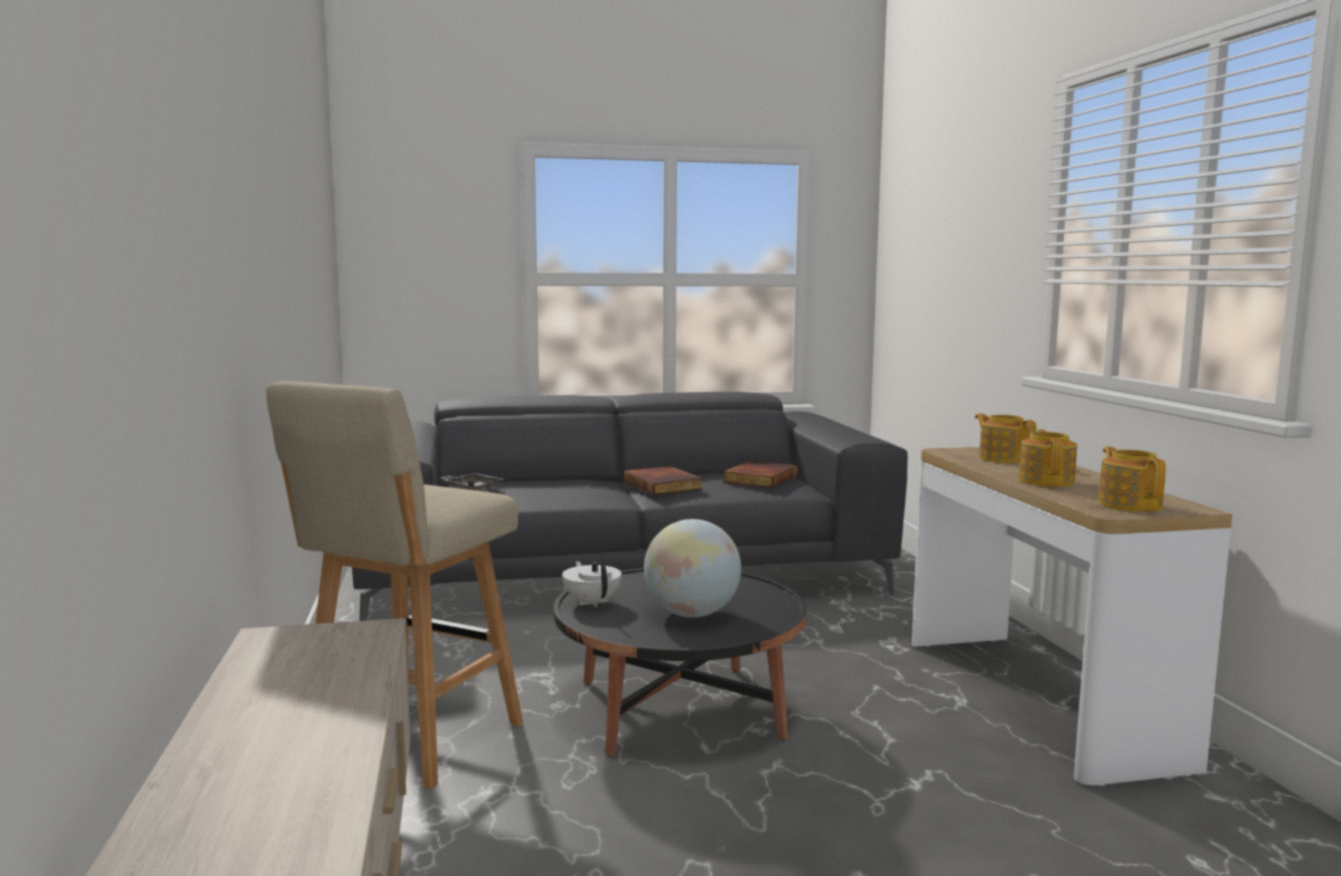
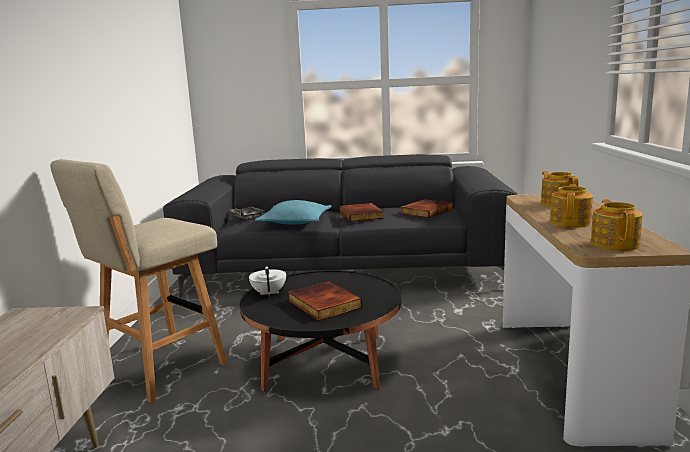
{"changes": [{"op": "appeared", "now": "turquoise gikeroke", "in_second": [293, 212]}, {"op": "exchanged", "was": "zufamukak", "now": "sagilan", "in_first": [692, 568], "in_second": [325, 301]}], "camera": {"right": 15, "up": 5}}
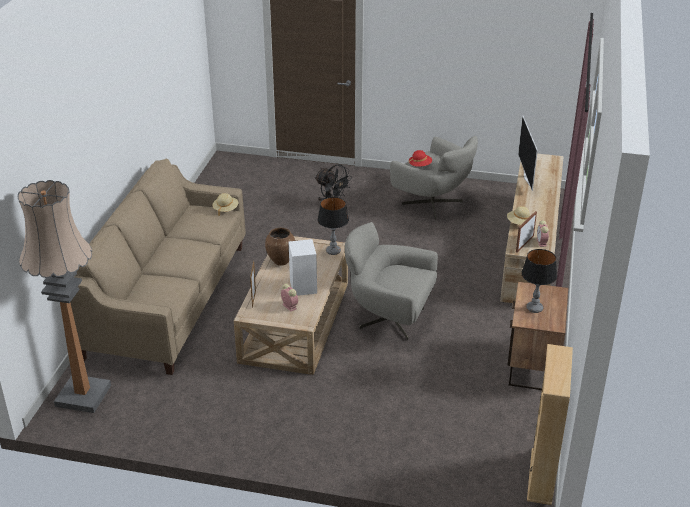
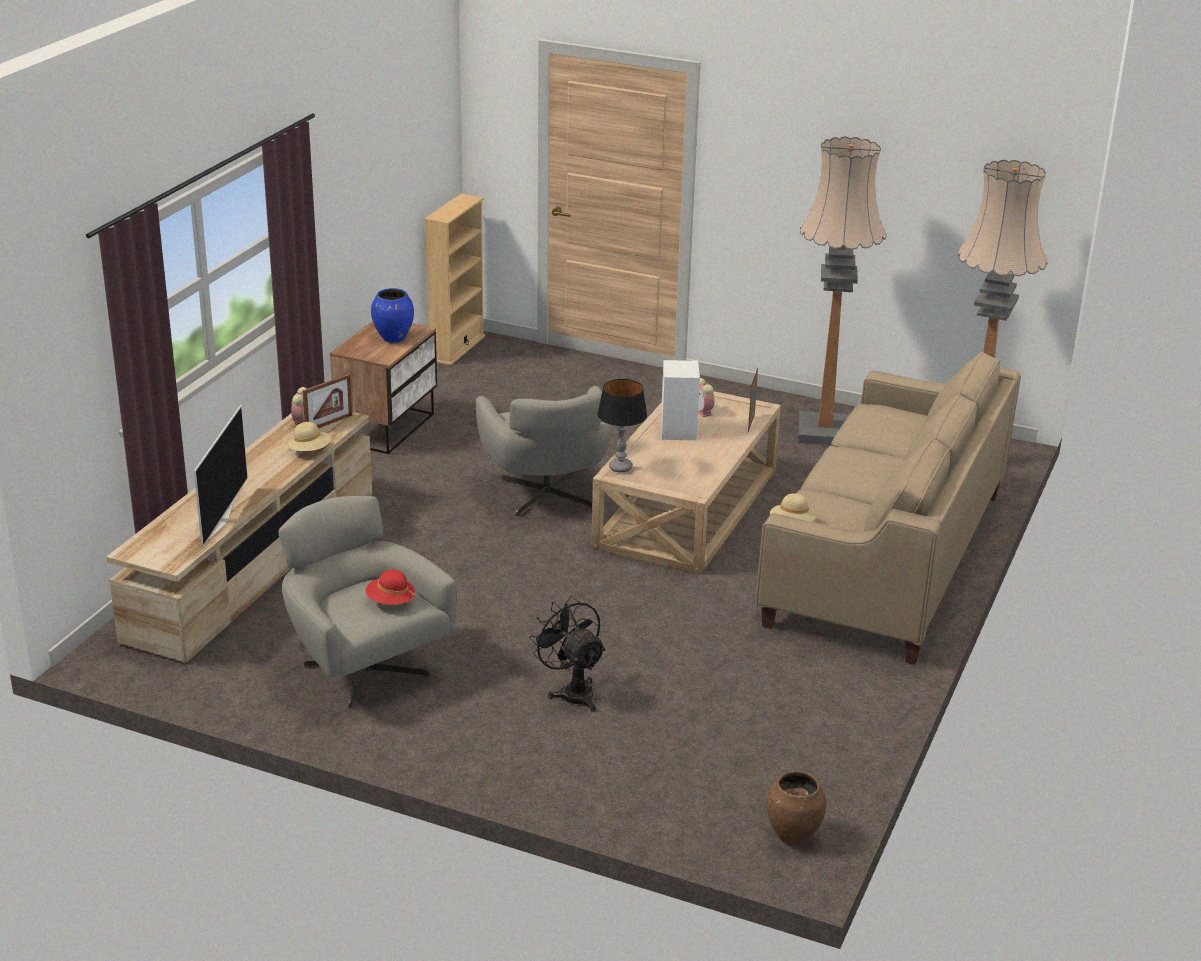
{"changes": [{"op": "appeared", "now": "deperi", "in_second": [842, 290]}, {"op": "relocated", "was": "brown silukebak", "in_first": [280, 247], "in_second": [796, 808]}, {"op": "exchanged", "was": "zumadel", "now": "blue silukebak", "in_first": [539, 281], "in_second": [392, 315]}, {"op": "spun", "was": "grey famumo", "in_first": [391, 281], "in_second": [544, 451], "clockwise": 45}], "camera": {"right": -170, "up": -5}}
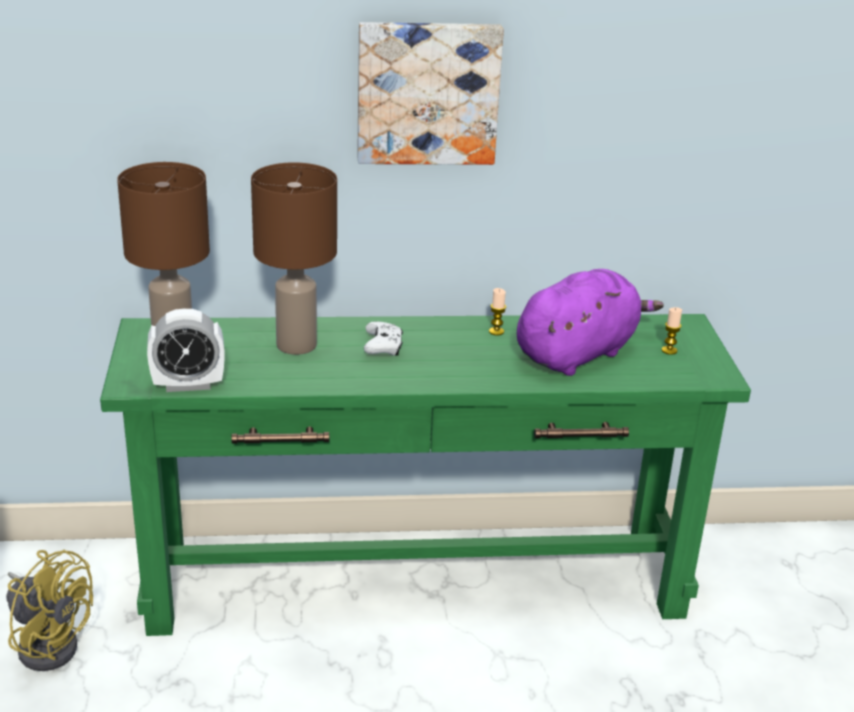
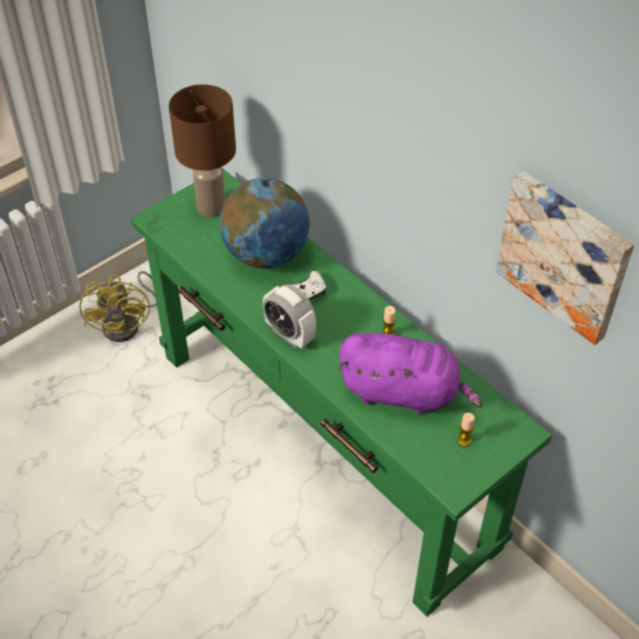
{"changes": [{"op": "relocated", "was": "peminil", "in_first": [185, 350], "in_second": [289, 316]}, {"op": "relocated", "was": "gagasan", "in_first": [430, 93], "in_second": [565, 258]}, {"op": "exchanged", "was": "brown zumadel", "now": "zufamukak", "in_first": [294, 258], "in_second": [265, 223]}], "camera": {"right": 55, "up": 20}}
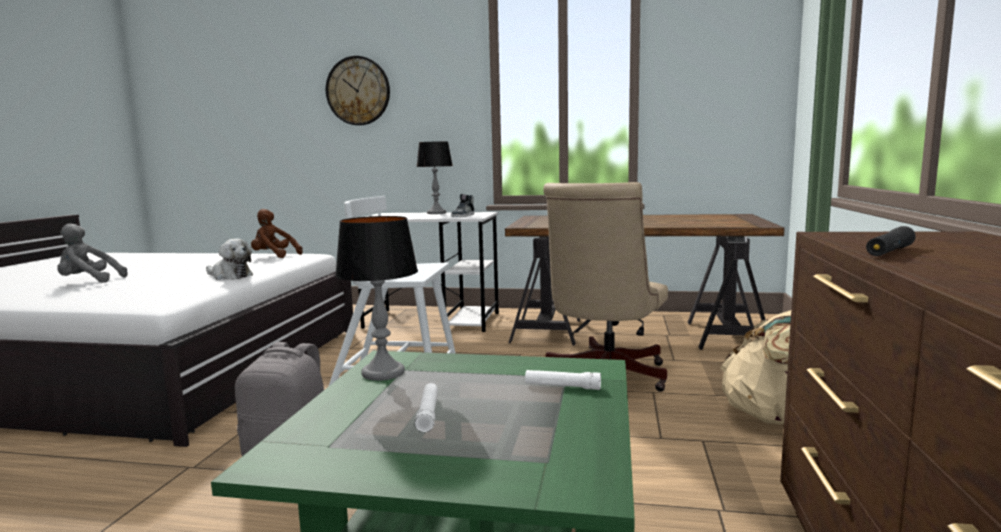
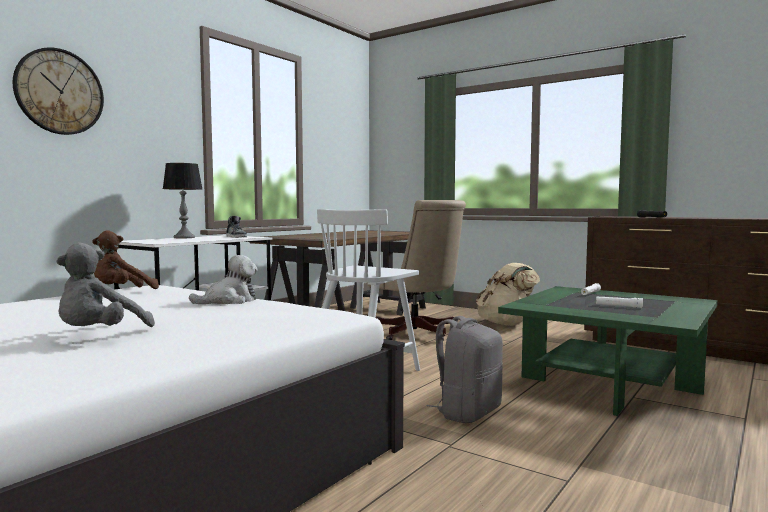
{"changes": [{"op": "missing", "was": "zumadel", "in_first": [376, 298]}], "camera": {"right": -65, "up": -5}}
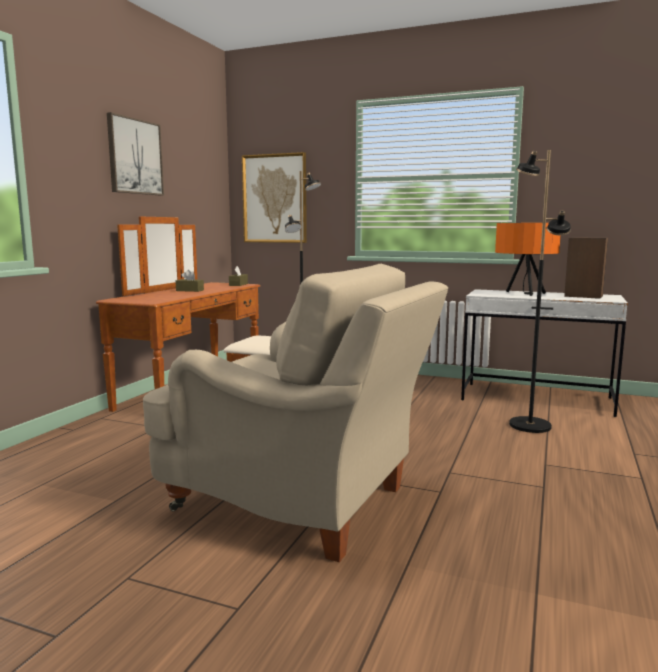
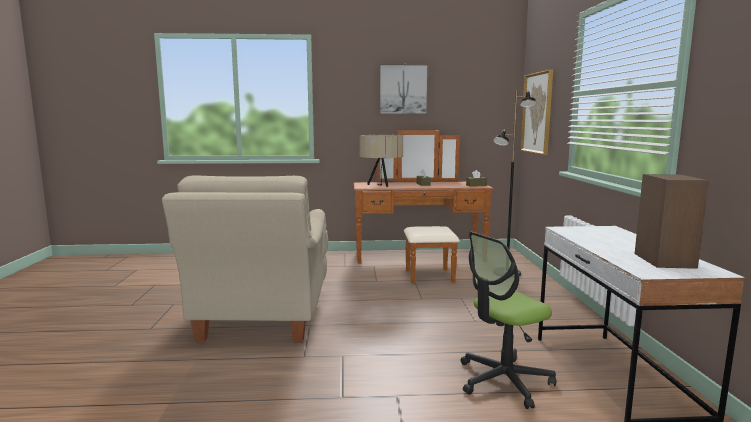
{"changes": [{"op": "missing", "was": "orange zumadel", "in_first": [528, 259]}, {"op": "appeared", "now": "beige zumadel", "in_second": [381, 161]}, {"op": "exchanged", "was": "black deperi", "now": "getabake", "in_first": [540, 291], "in_second": [508, 320]}], "camera": {"right": 65, "up": 0}}
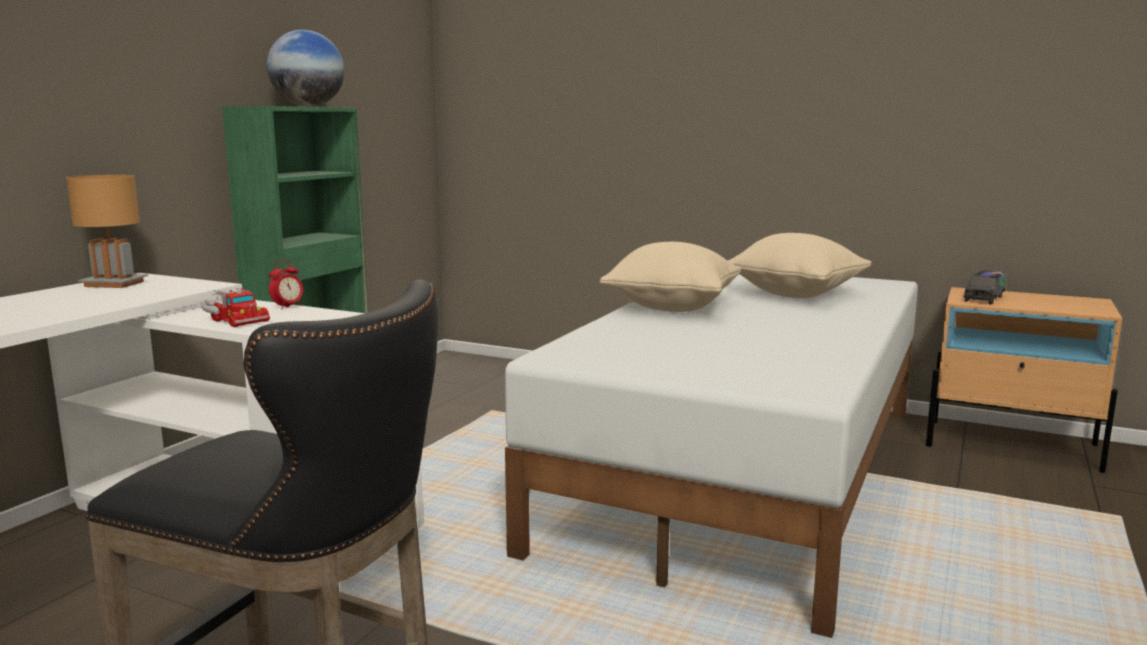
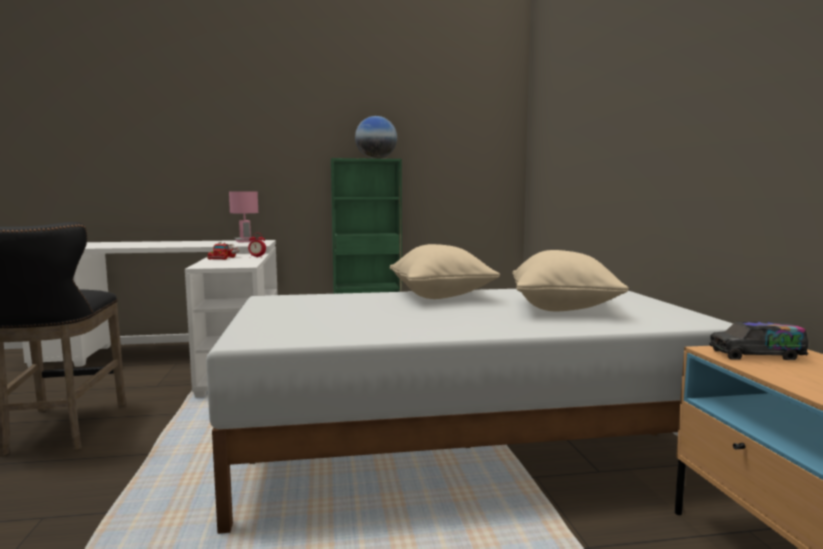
{"changes": [{"op": "colour", "was": "brown zumadel", "now": "pink zumadel", "in_first": [107, 231], "in_second": [243, 217]}], "camera": {"right": 55, "up": -5}}
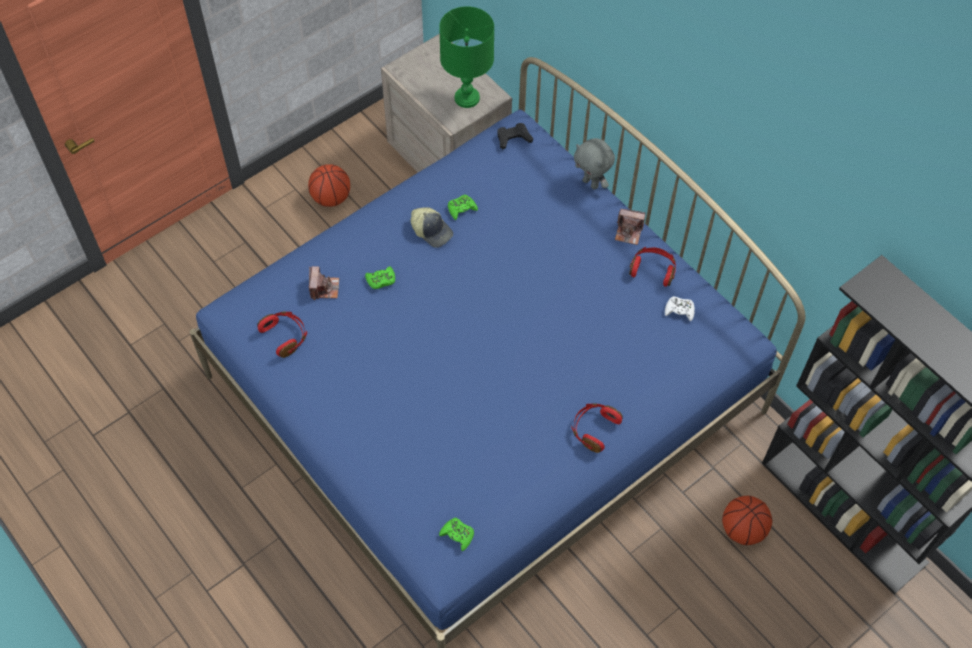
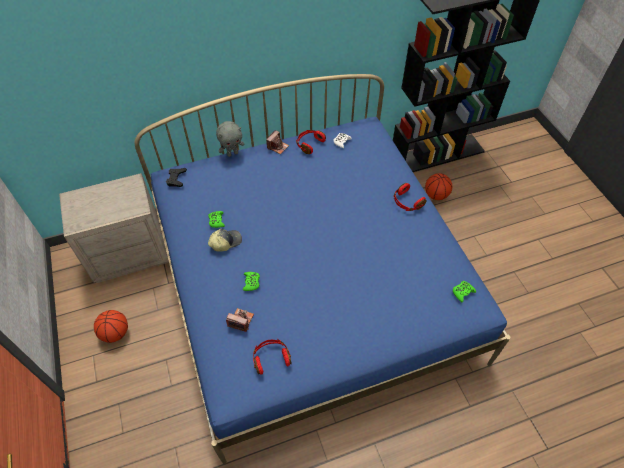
{"changes": [{"op": "missing", "was": "green zumadel", "in_first": [466, 57]}], "camera": {"right": -70, "up": -5}}
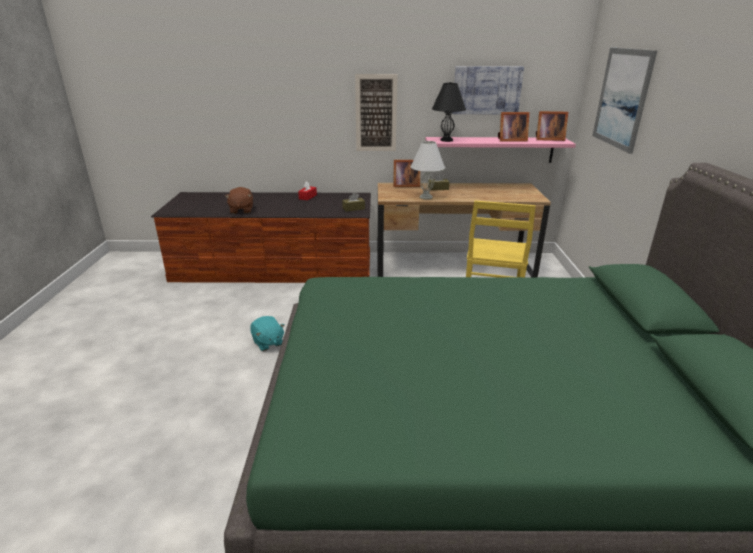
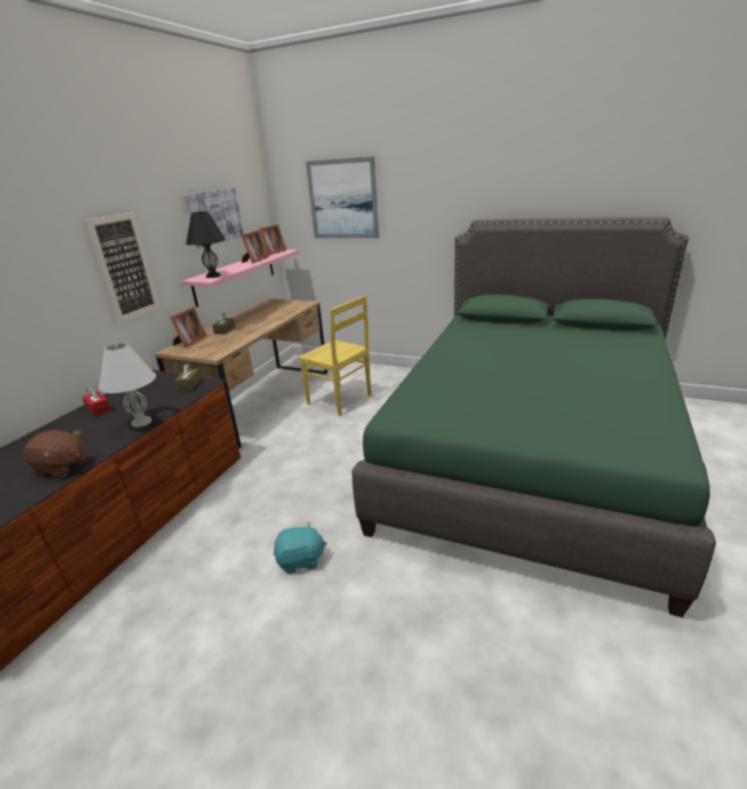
{"changes": [{"op": "relocated", "was": "white zumadel", "in_first": [427, 170], "in_second": [127, 385]}], "camera": {"right": -65, "up": 0}}
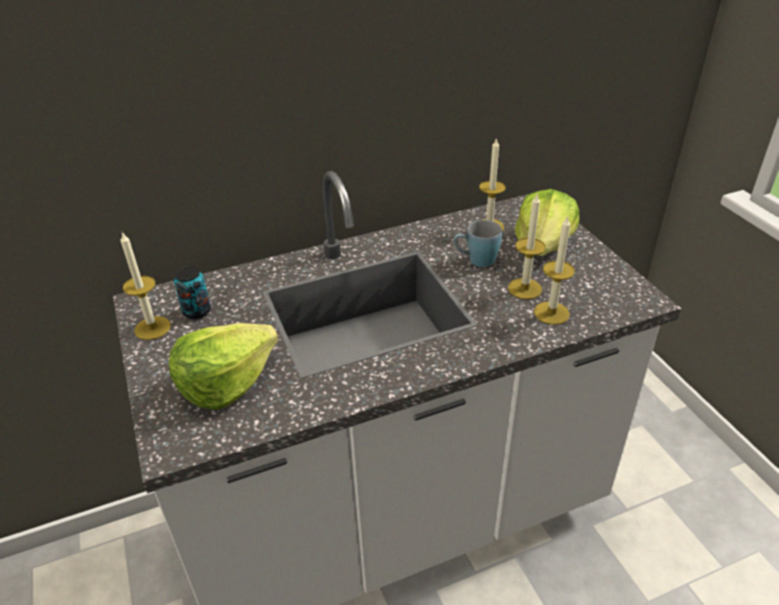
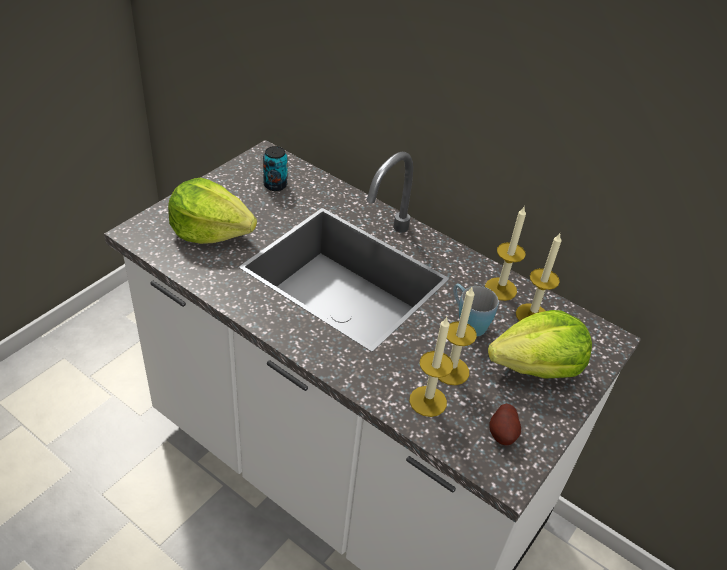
{"changes": [{"op": "appeared", "now": "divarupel", "in_second": [505, 424]}, {"op": "relocated", "was": "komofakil", "in_first": [145, 286], "in_second": [505, 254]}], "camera": {"right": 55, "up": 5}}
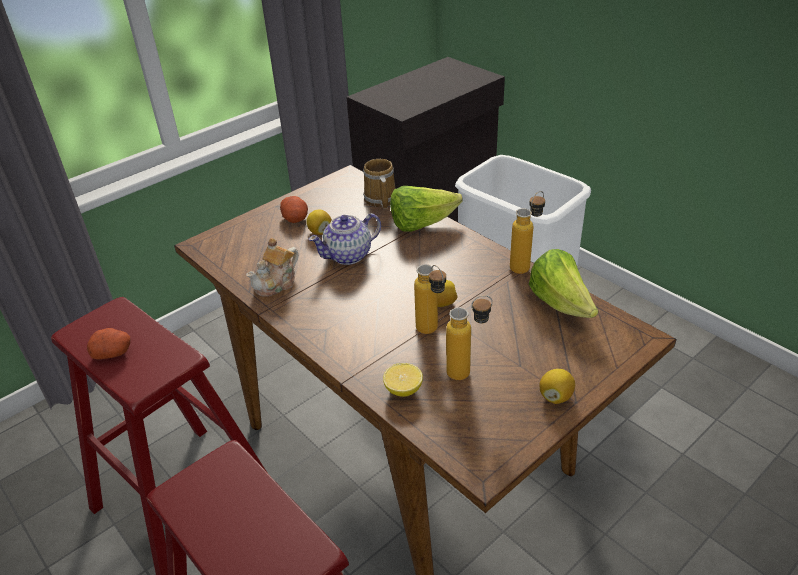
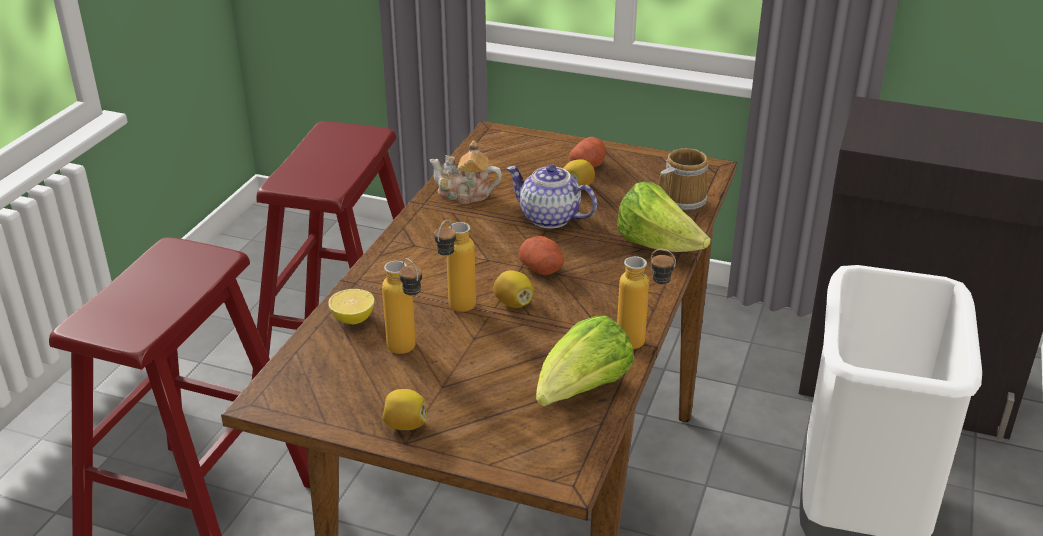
{"changes": [{"op": "relocated", "was": "divarupel", "in_first": [108, 344], "in_second": [541, 255]}], "camera": {"right": 60, "up": -5}}
